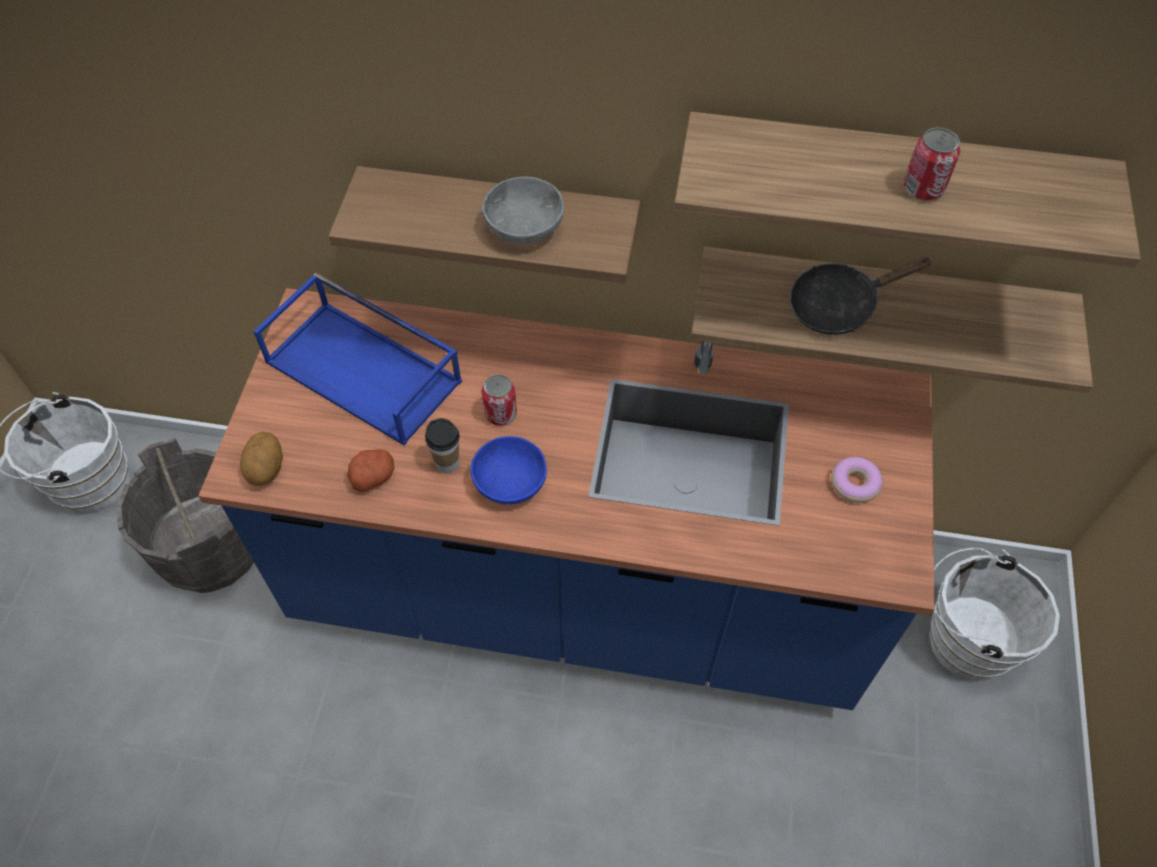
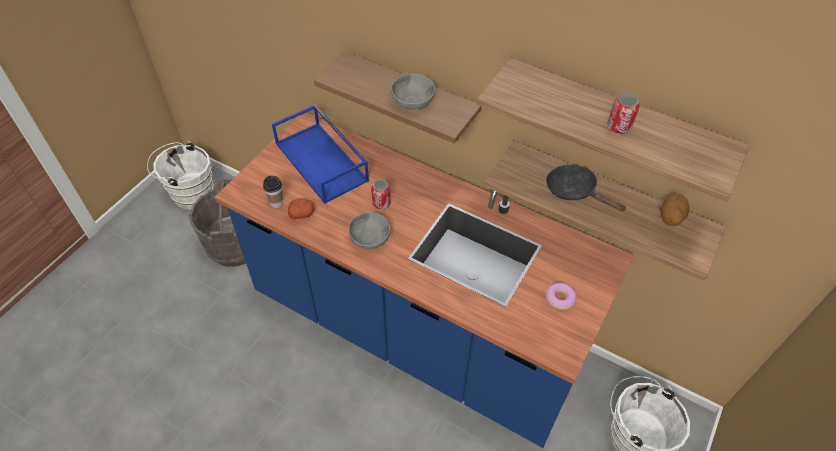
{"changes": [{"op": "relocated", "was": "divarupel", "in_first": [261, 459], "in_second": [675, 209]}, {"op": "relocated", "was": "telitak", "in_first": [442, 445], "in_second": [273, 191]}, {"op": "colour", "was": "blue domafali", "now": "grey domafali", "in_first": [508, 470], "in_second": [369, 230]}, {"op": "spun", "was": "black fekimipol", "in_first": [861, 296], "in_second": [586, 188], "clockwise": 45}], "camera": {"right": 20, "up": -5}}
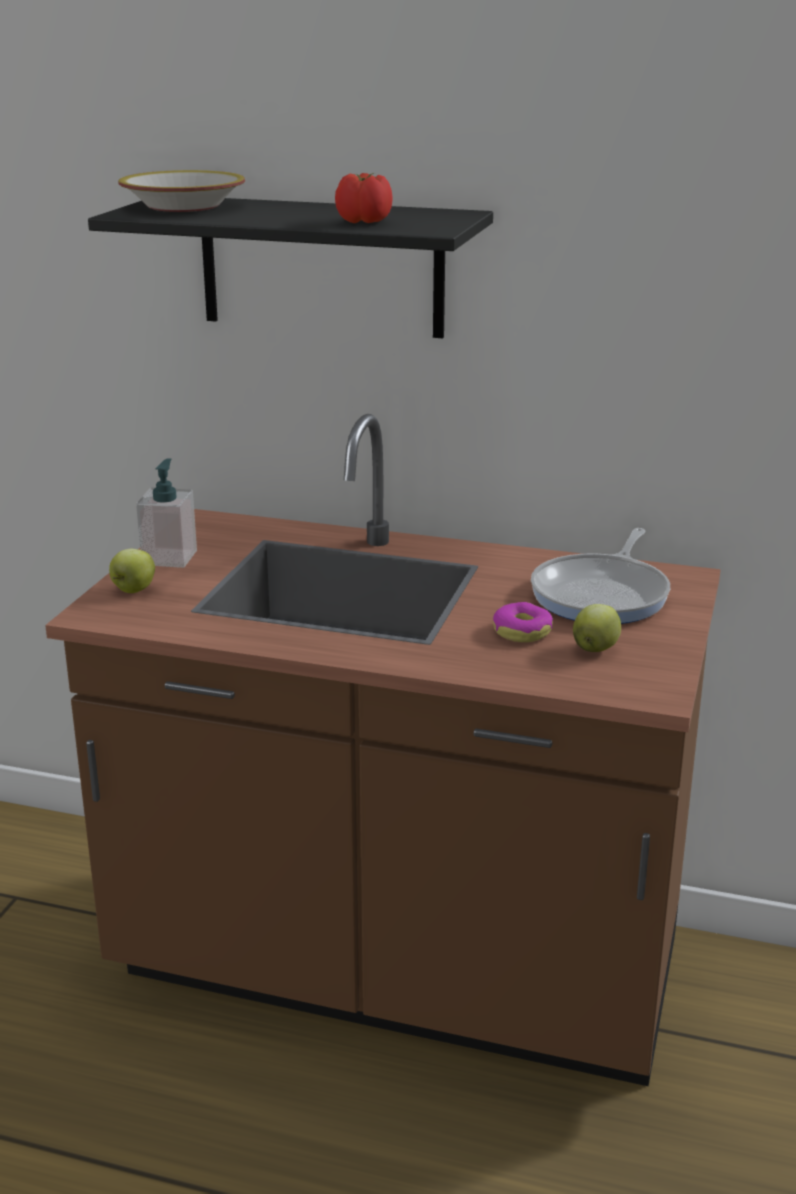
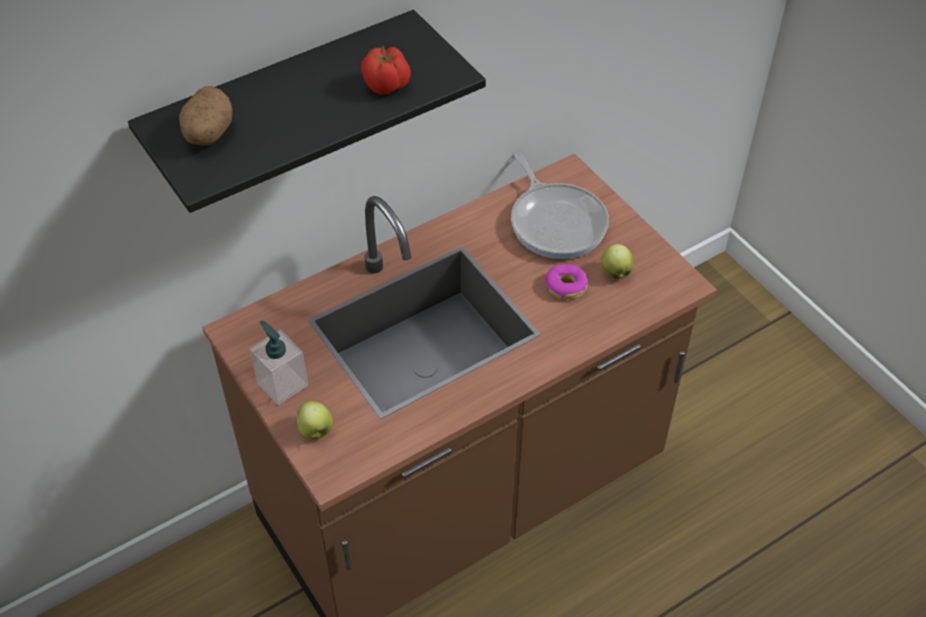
{"changes": [{"op": "exchanged", "was": "domafali", "now": "divarupel", "in_first": [181, 191], "in_second": [205, 116]}], "camera": {"right": -50, "up": 25}}
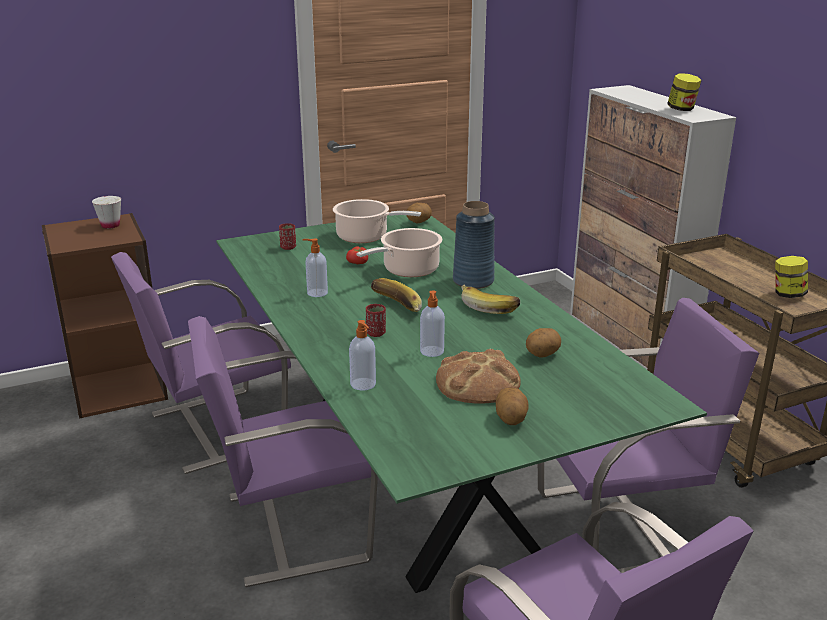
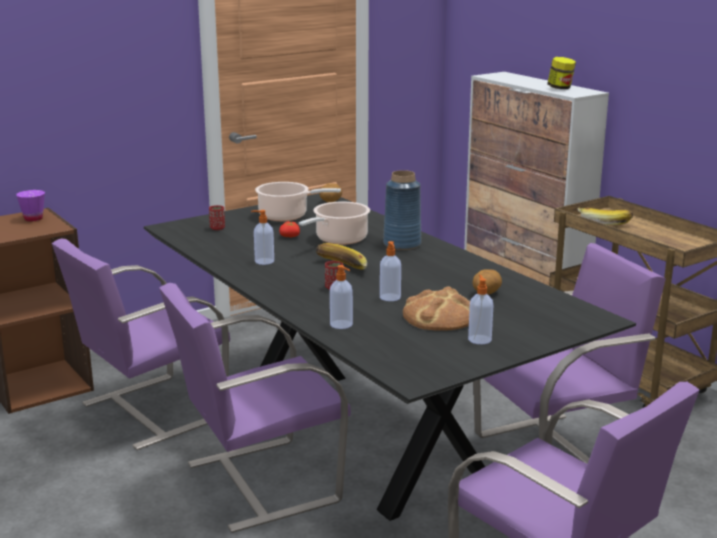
{"changes": [{"op": "missing", "was": "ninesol", "in_first": [791, 277]}, {"op": "relocated", "was": "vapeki", "in_first": [490, 299], "in_second": [605, 216]}, {"op": "exchanged", "was": "divarupel", "now": "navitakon", "in_first": [512, 406], "in_second": [480, 309]}, {"op": "colour", "was": "white telitak", "now": "purple telitak", "in_first": [106, 212], "in_second": [30, 205]}, {"op": "colour", "was": "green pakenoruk", "now": "black pakenoruk", "in_first": [461, 404], "in_second": [390, 357]}], "camera": {"right": -10, "up": -5}}
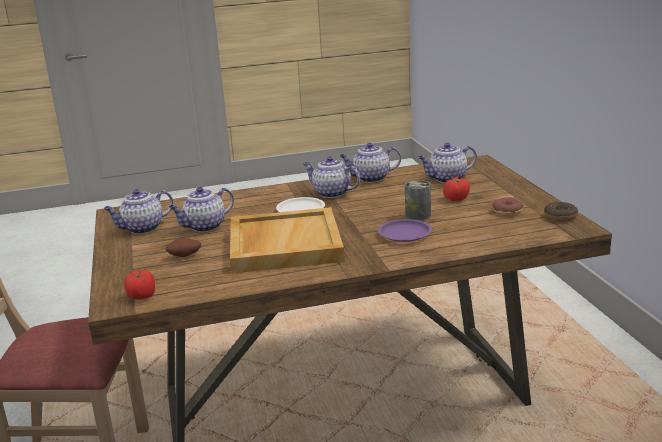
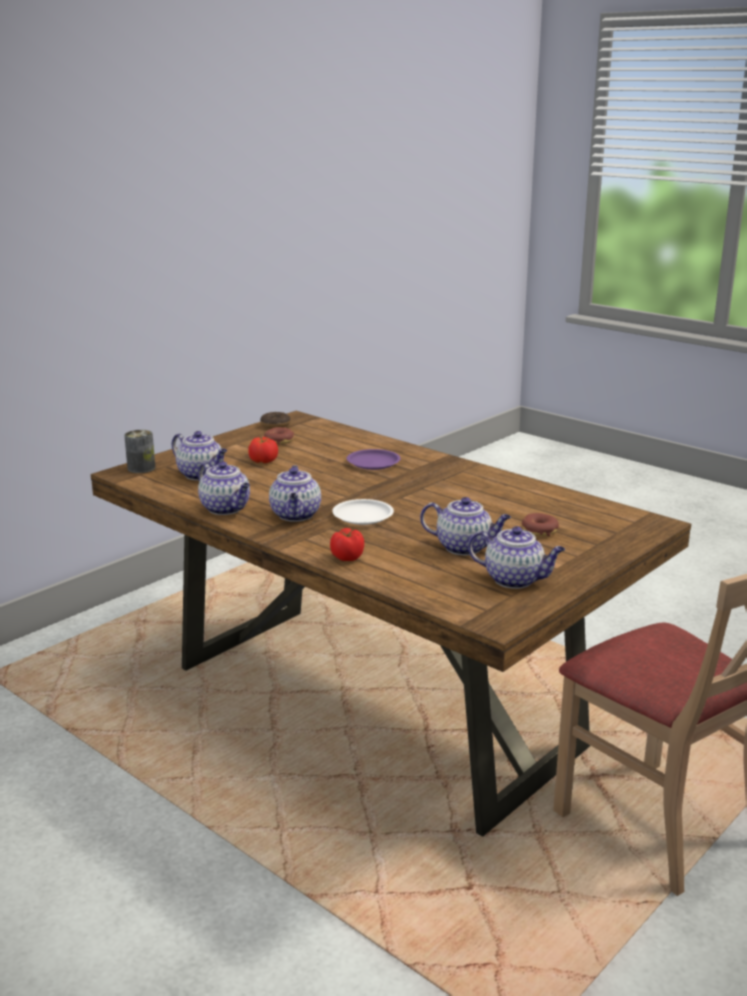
{"changes": [{"op": "missing", "was": "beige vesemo", "in_first": [287, 240]}, {"op": "relocated", "was": "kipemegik", "in_first": [139, 285], "in_second": [347, 544]}, {"op": "relocated", "was": "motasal", "in_first": [418, 200], "in_second": [139, 451]}, {"op": "exchanged", "was": "divarupel", "now": "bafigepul", "in_first": [183, 247], "in_second": [540, 524]}], "camera": {"right": -125, "up": 0}}
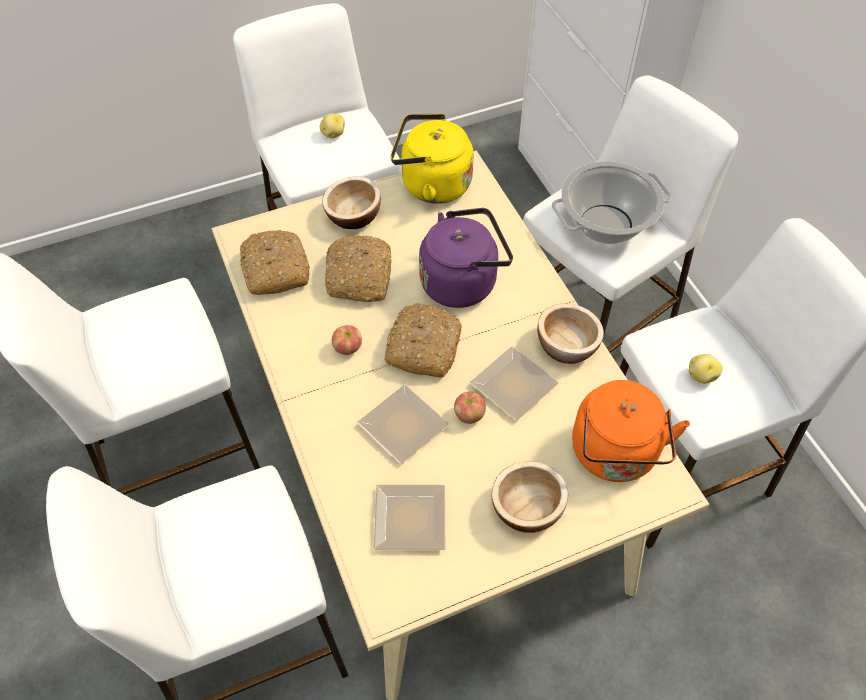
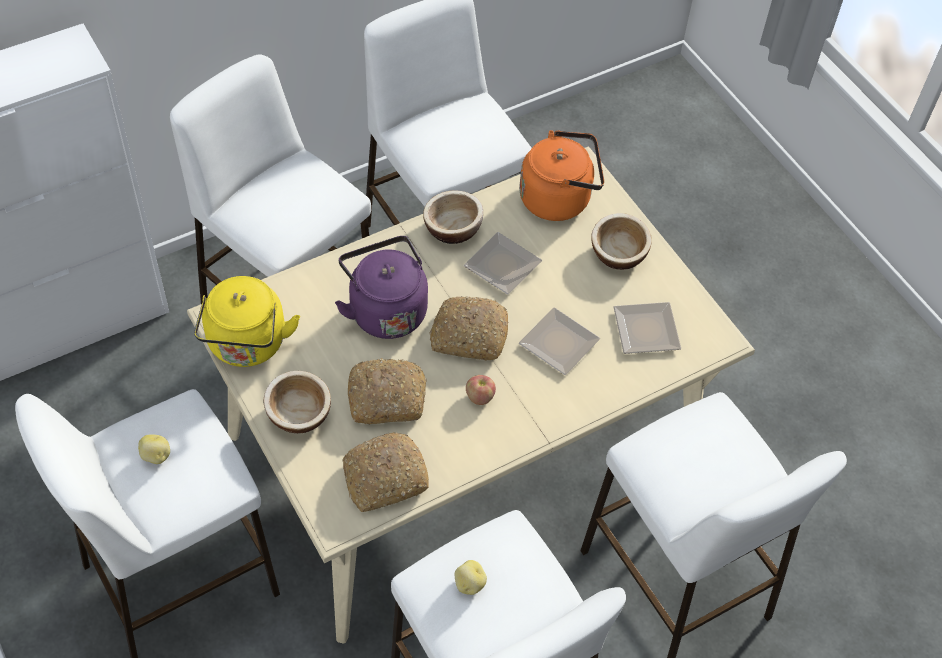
{"changes": [{"op": "missing", "was": "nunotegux", "in_first": [470, 408]}, {"op": "missing", "was": "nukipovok", "in_first": [611, 202]}, {"op": "relocated", "was": "divarupel", "in_first": [706, 369], "in_second": [471, 577]}], "camera": {"right": -100, "up": 0}}
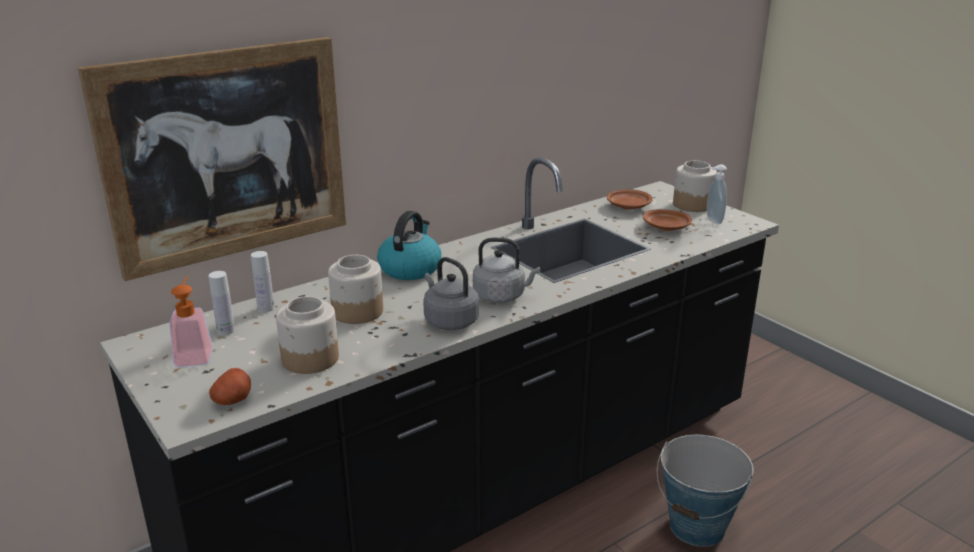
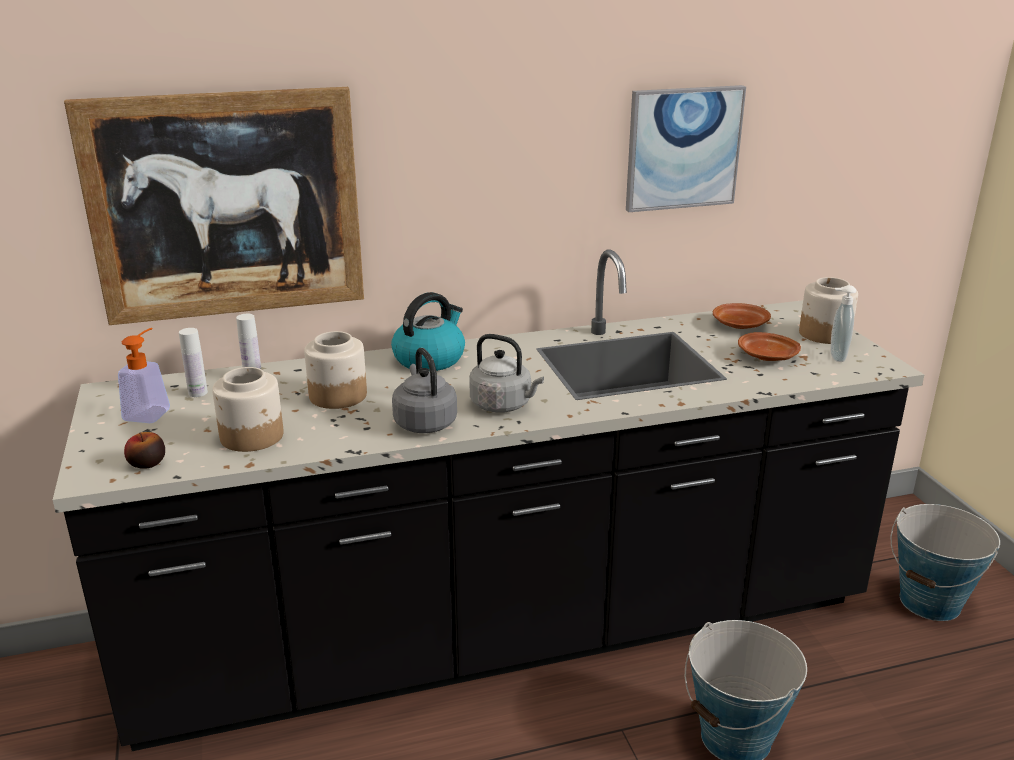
{"changes": [{"op": "appeared", "now": "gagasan", "in_second": [686, 148]}, {"op": "appeared", "now": "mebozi", "in_second": [945, 562]}, {"op": "exchanged", "was": "divarupel", "now": "nunotegux", "in_first": [230, 386], "in_second": [144, 450]}], "camera": {"right": 20, "up": 0}}
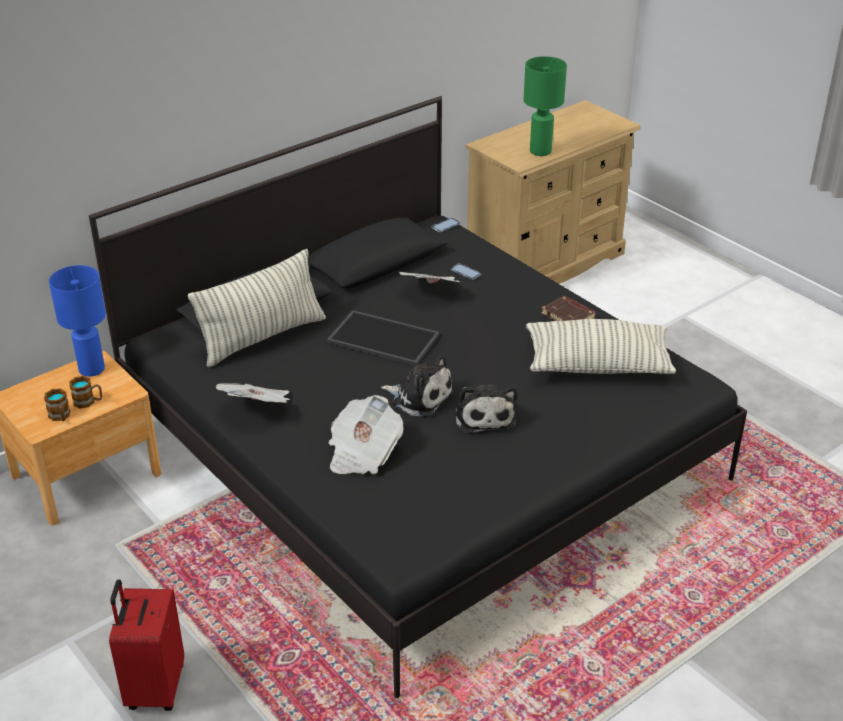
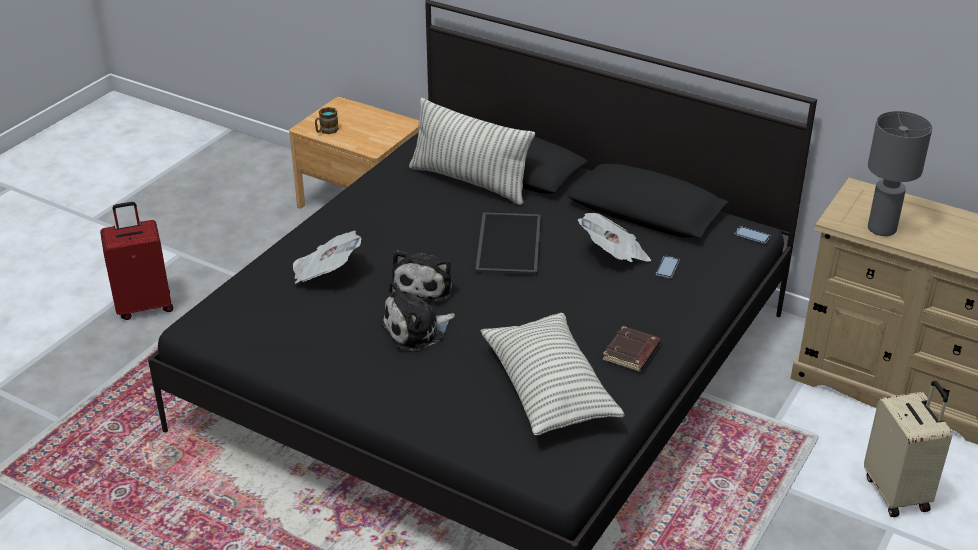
{"changes": [{"op": "missing", "was": "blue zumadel", "in_first": [77, 321]}, {"op": "missing", "was": "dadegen", "in_first": [85, 392]}, {"op": "missing", "was": "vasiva", "in_first": [253, 393]}, {"op": "appeared", "now": "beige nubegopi", "in_second": [908, 449]}, {"op": "colour", "was": "green zumadel", "now": "grey zumadel", "in_first": [545, 106], "in_second": [900, 173]}], "camera": {"right": 70, "up": 0}}
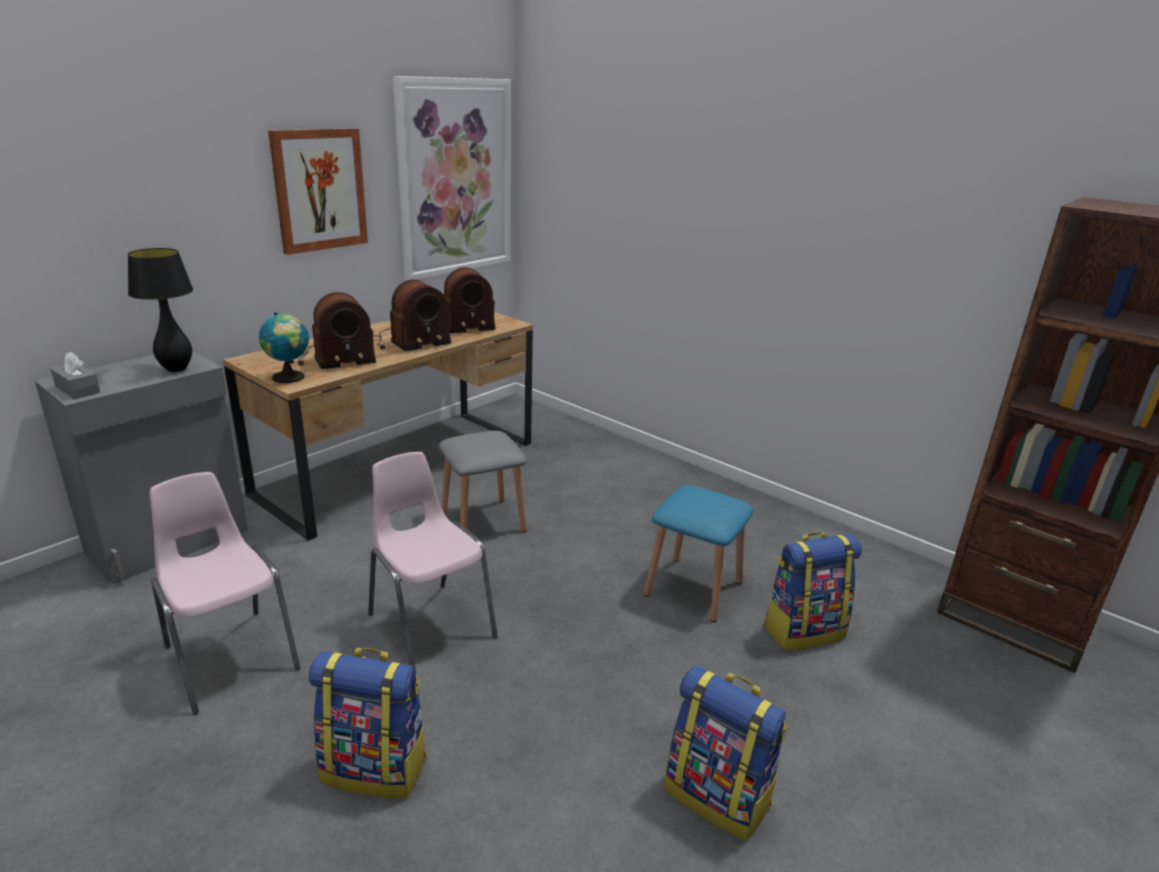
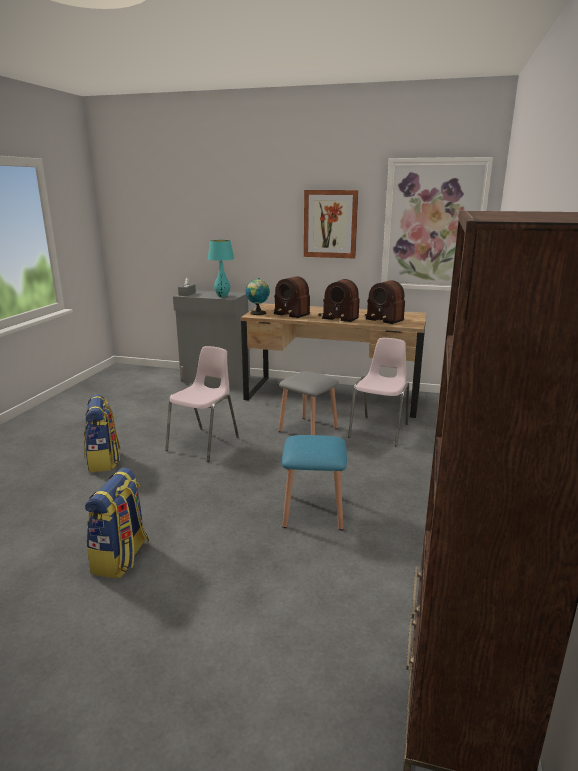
{"changes": [{"op": "missing", "was": "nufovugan", "in_first": [813, 591]}, {"op": "relocated", "was": "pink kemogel", "in_first": [225, 593], "in_second": [378, 392]}, {"op": "colour", "was": "black zumadel", "now": "turquoise zumadel", "in_first": [160, 310], "in_second": [221, 268]}], "camera": {"right": 65, "up": -5}}
